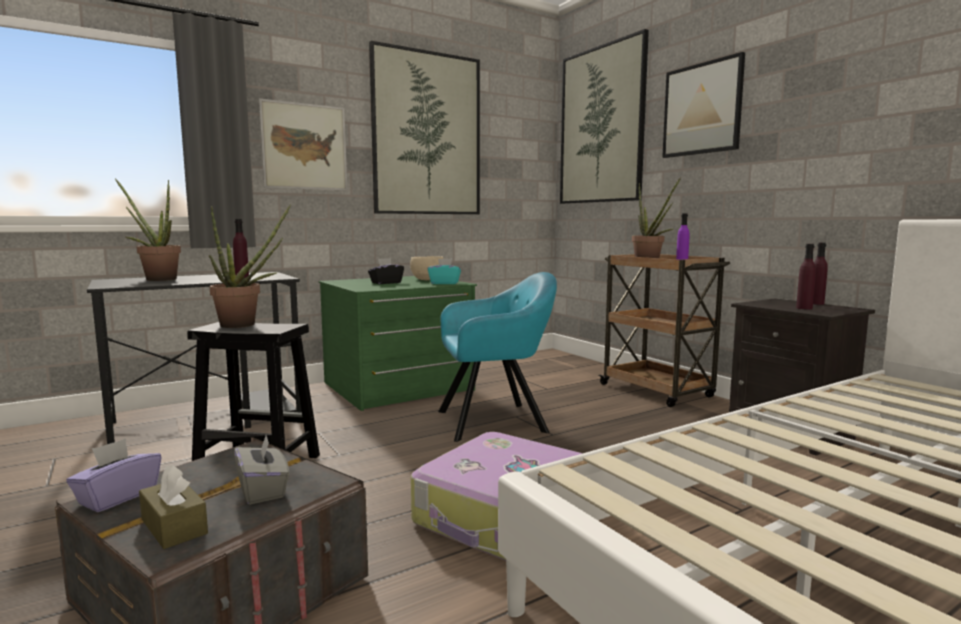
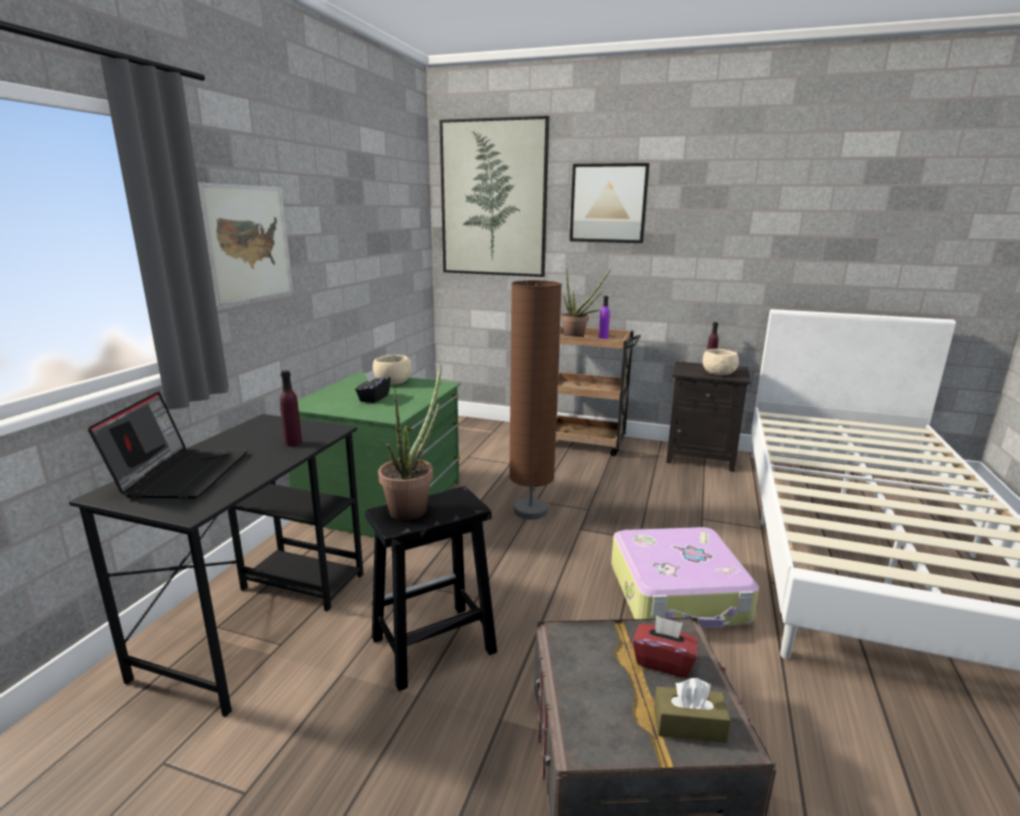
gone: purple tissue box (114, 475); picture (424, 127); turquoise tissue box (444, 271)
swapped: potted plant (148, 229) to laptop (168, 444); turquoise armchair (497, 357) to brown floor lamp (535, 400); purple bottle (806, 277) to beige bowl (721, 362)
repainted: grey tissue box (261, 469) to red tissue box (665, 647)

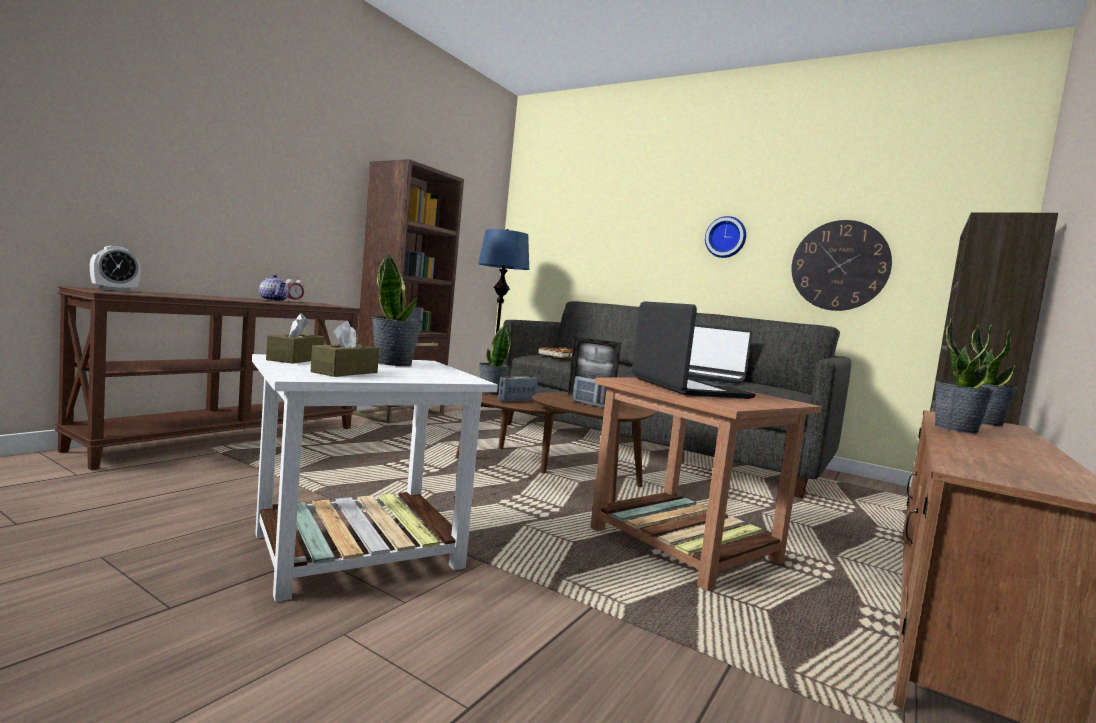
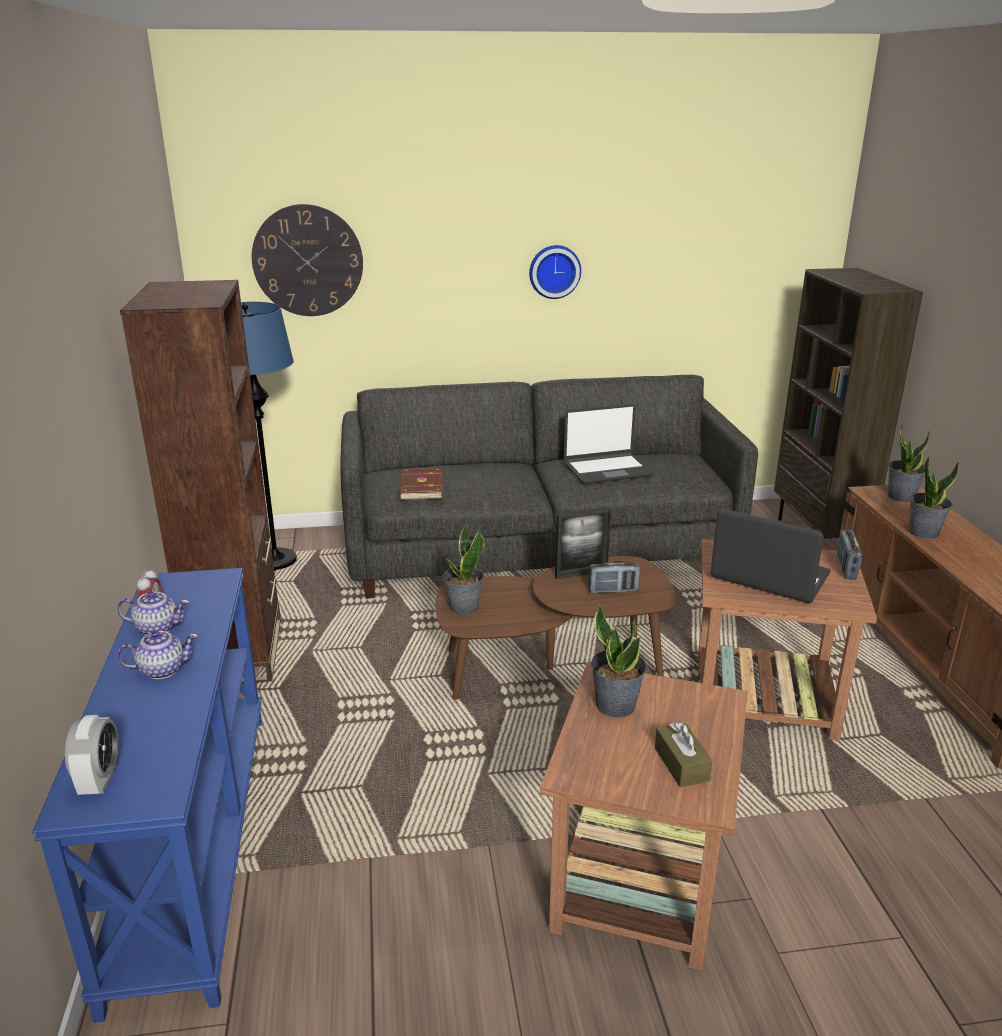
gone: brown tissue box (295, 338)
new: teapot (157, 655)
shifted: radio (518, 388) to (849, 555); wall clock (841, 265) to (307, 260)
repainted: brown console table (208, 378) to blue console table (147, 795); white side table (375, 478) to brown side table (644, 817)

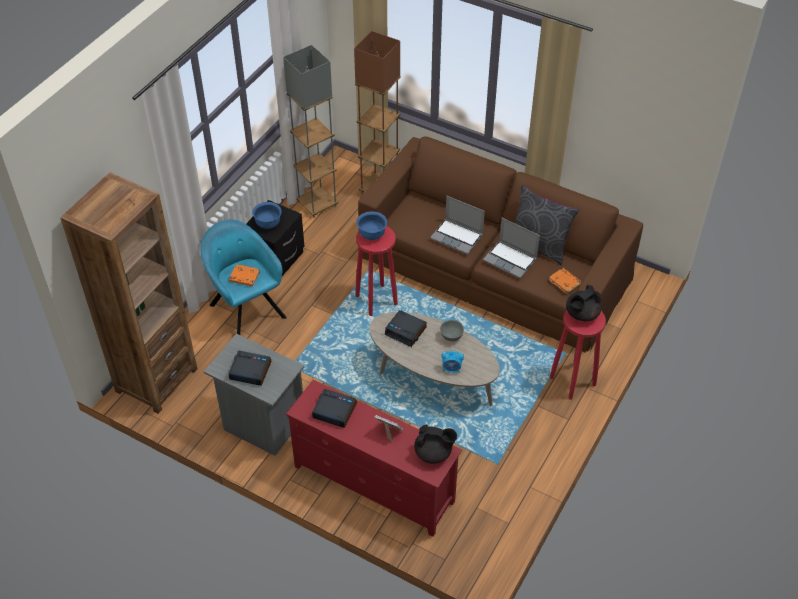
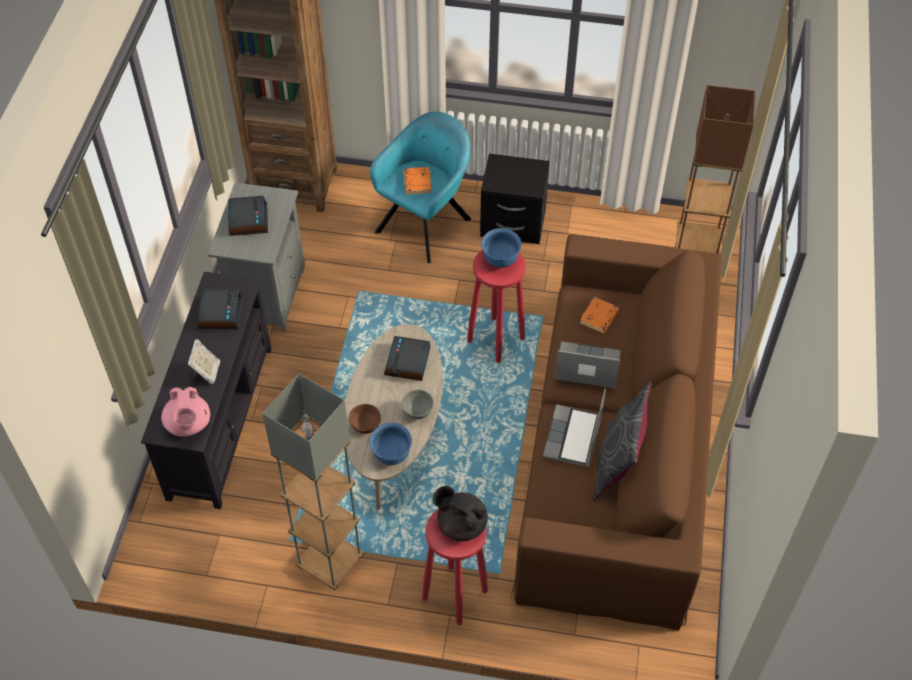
shifted: blue bowl (267, 215) to (391, 444); grey floor lamp (310, 131) to (313, 481); orange book (565, 281) to (599, 315)
swapped: alarm clock (452, 361) to brown bowl (365, 419)
repainted: red tv stand (374, 458) to black tv stand (206, 390); black teapot (435, 444) to pink teapot (185, 412)
rotated: laptop (457, 225) = (588, 364) 90 degrees clockwise

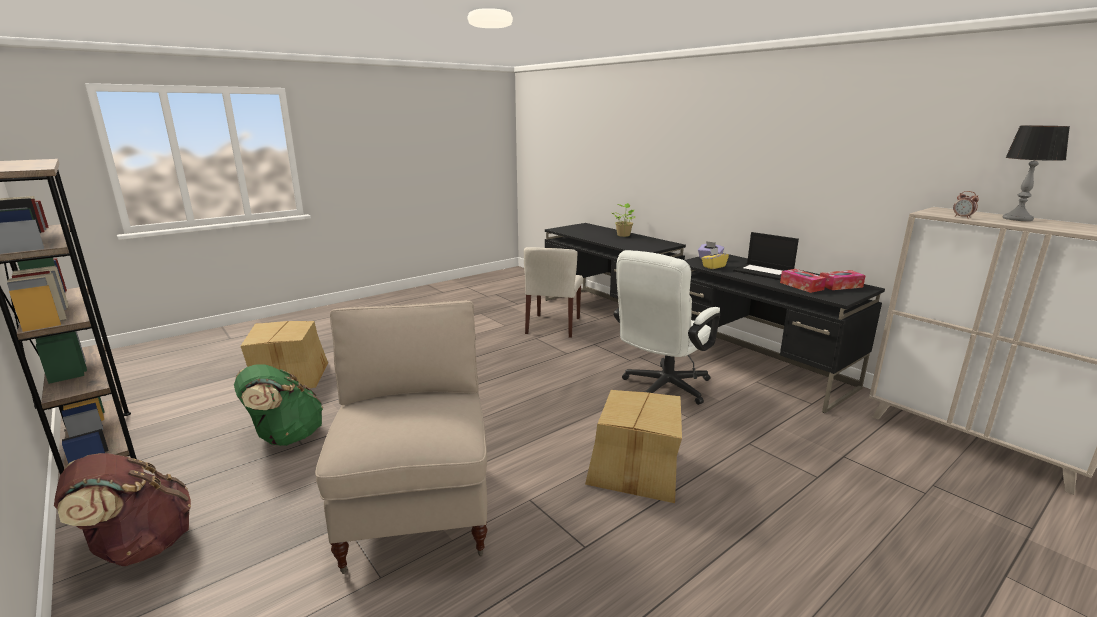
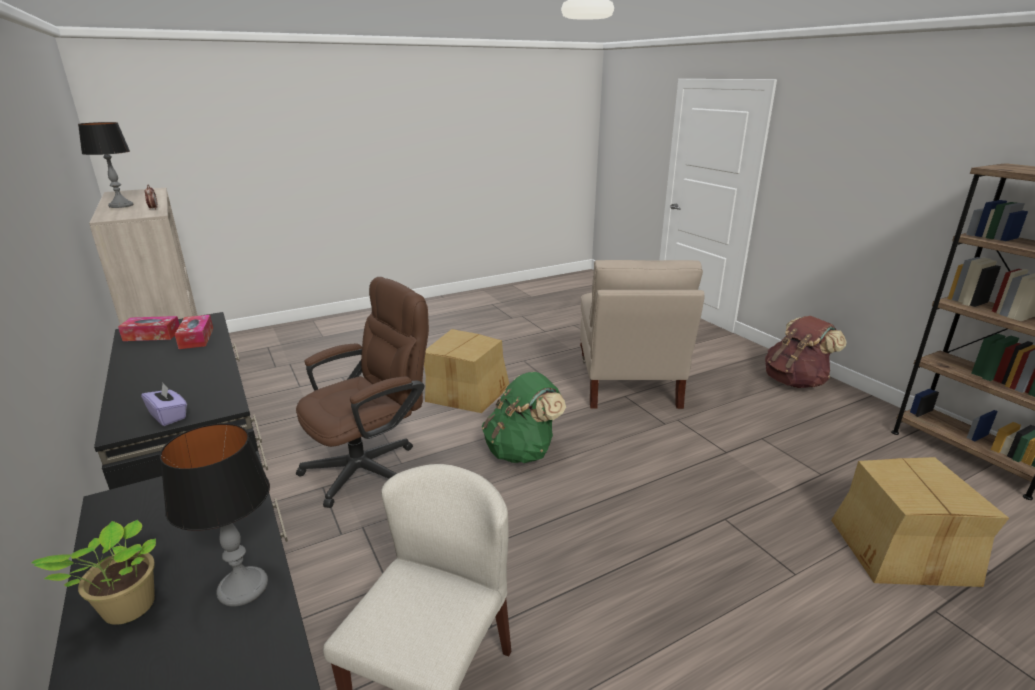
gone: yellow tissue box (715, 258); laptop (766, 256)
new: table lamp (215, 515)
shifted: green backpack (278, 405) to (524, 417)
repainted: white office chair (667, 327) to brown office chair (362, 392)

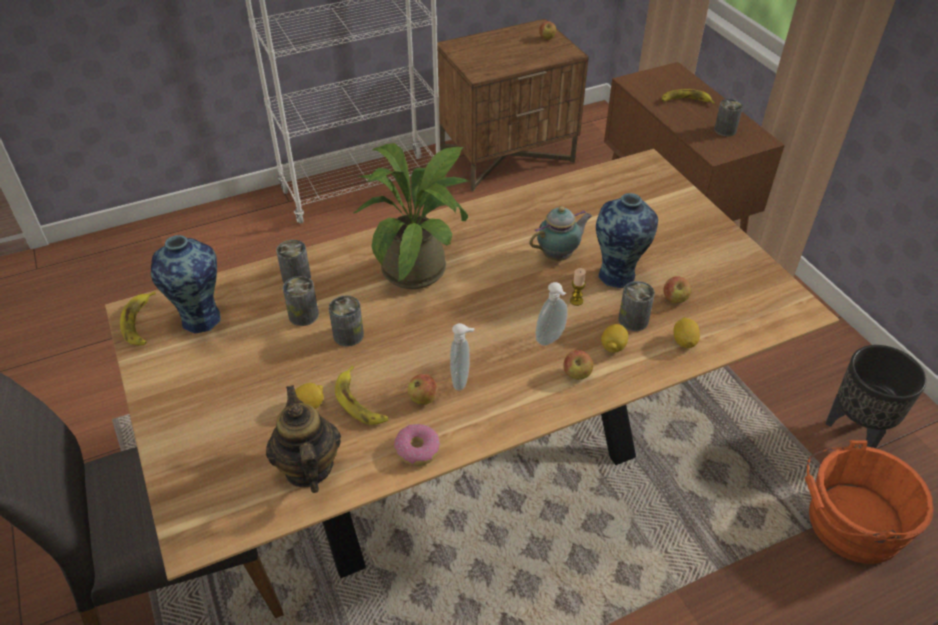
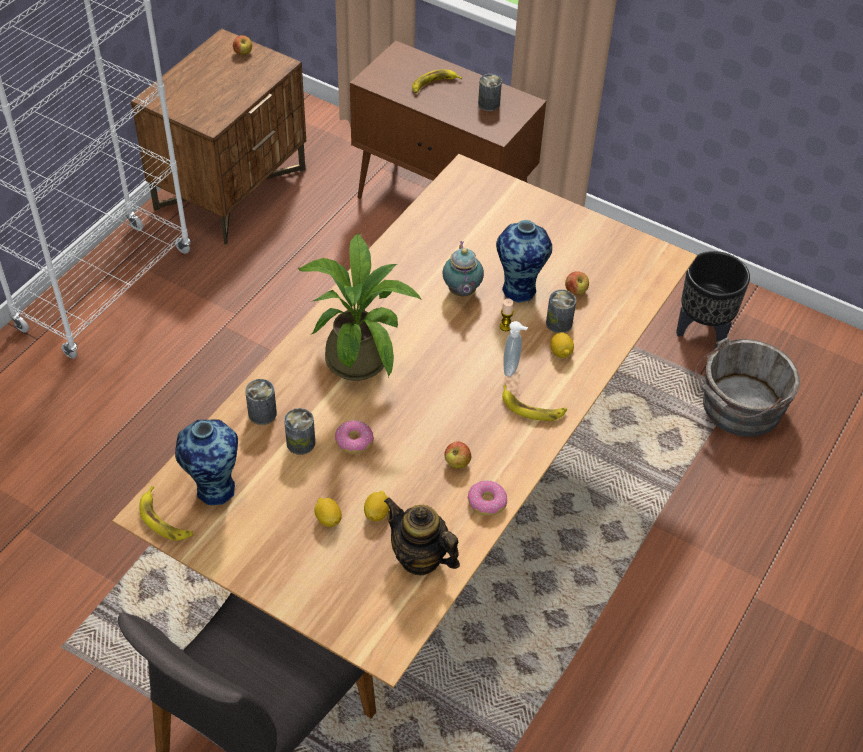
gone: soap dispenser (462, 356); apple (578, 365)
shifted: banana (361, 395) to (534, 403); lemon (686, 332) to (328, 512)
swapped: can (346, 321) to donut (354, 437)
repainted: orange bucket (869, 502) to grey bucket (747, 387)
rotated: teapot (560, 233) = (463, 268) 150 degrees clockwise

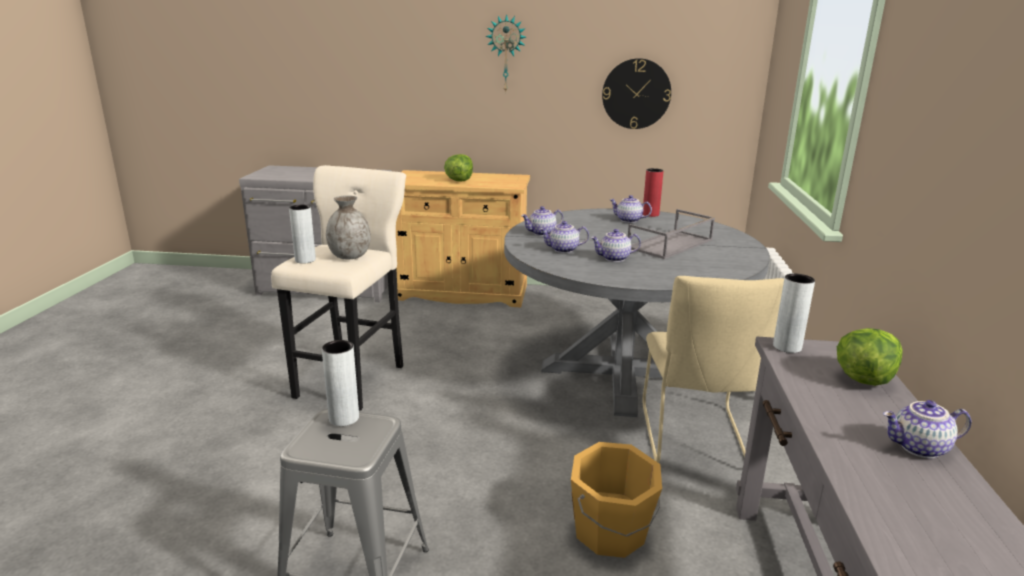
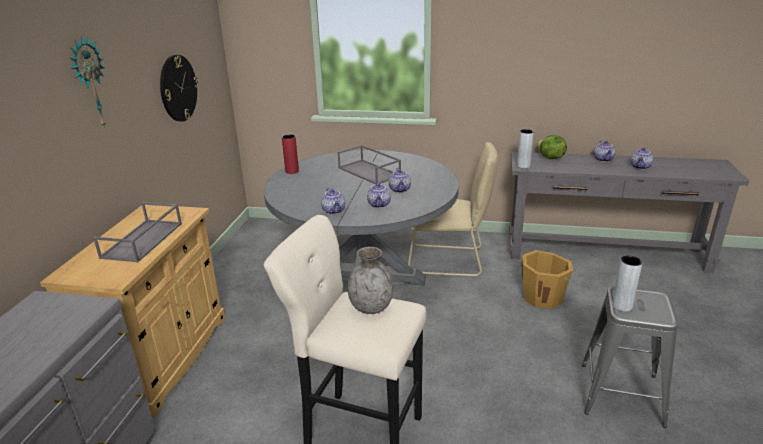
gone: grey vase (302, 234)
shifted: teapot (631, 209) to (641, 158)
swapped: lettuce (458, 168) to grey tray (137, 232)

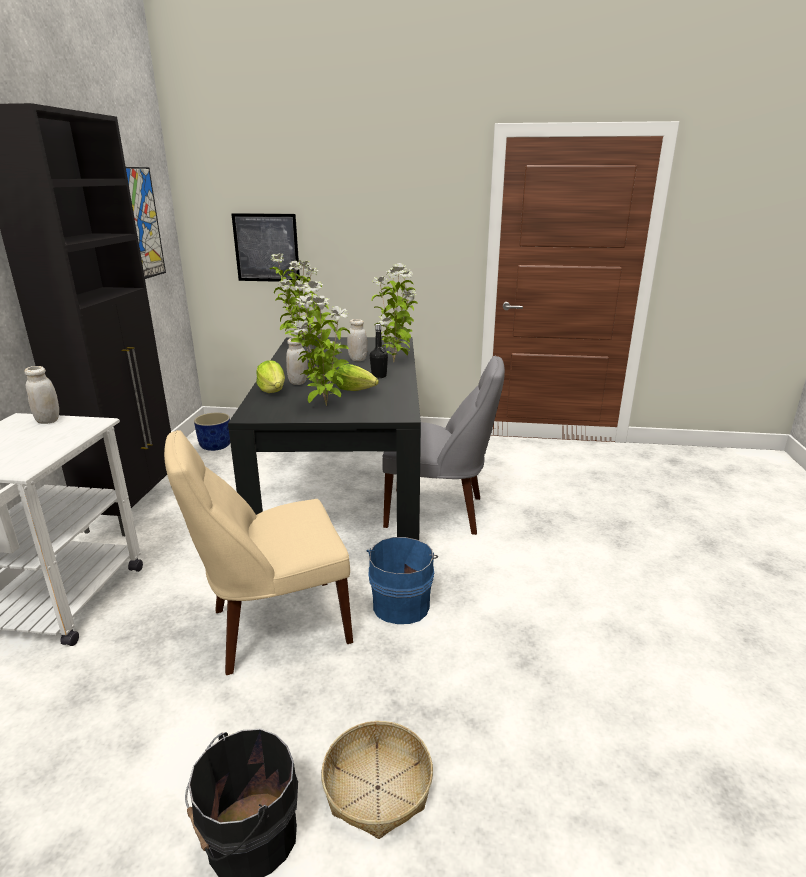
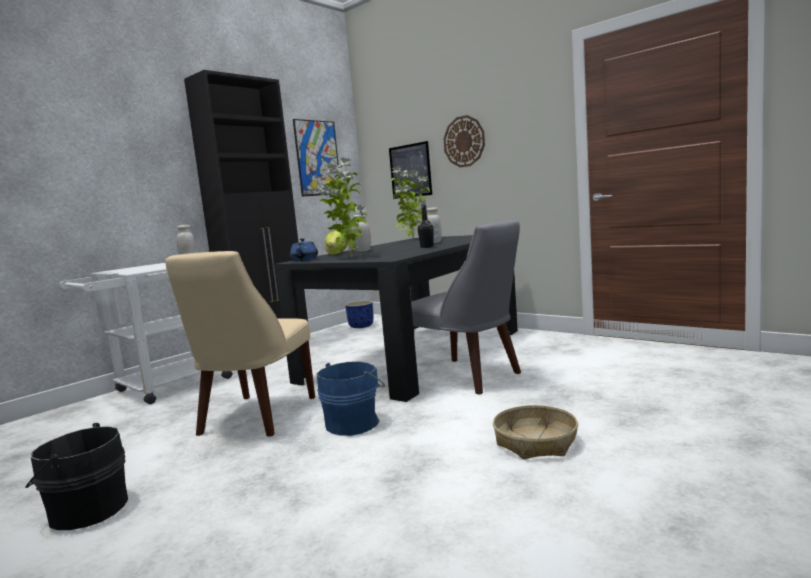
gone: lettuce (357, 377); potted plant (395, 312)
new: blue teapot (304, 249); wall clock (464, 141)
shifted: basket (377, 780) to (535, 432)
rotated: beige chair (258, 552) = (240, 344) 90 degrees counterclockwise

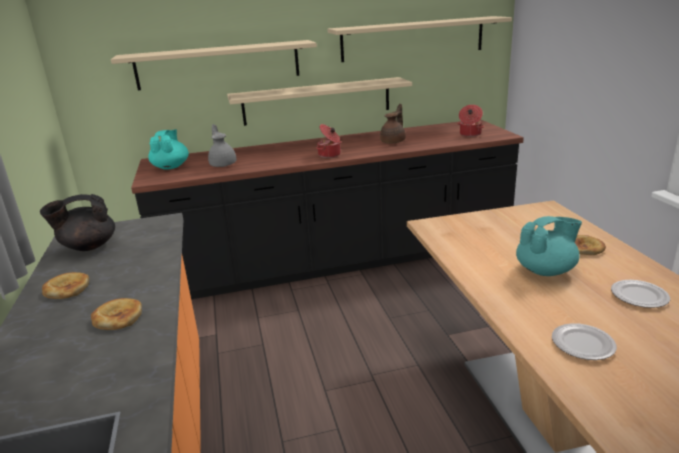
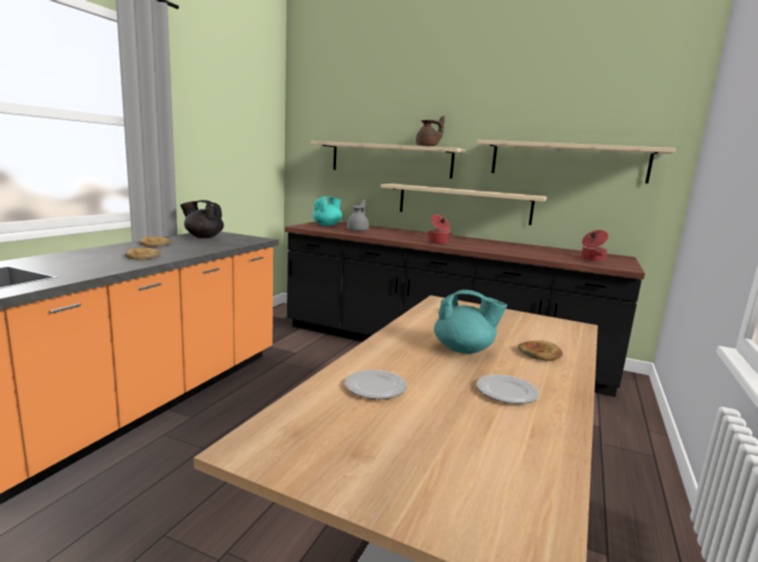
shifted: brown teapot (393, 124) to (430, 131)

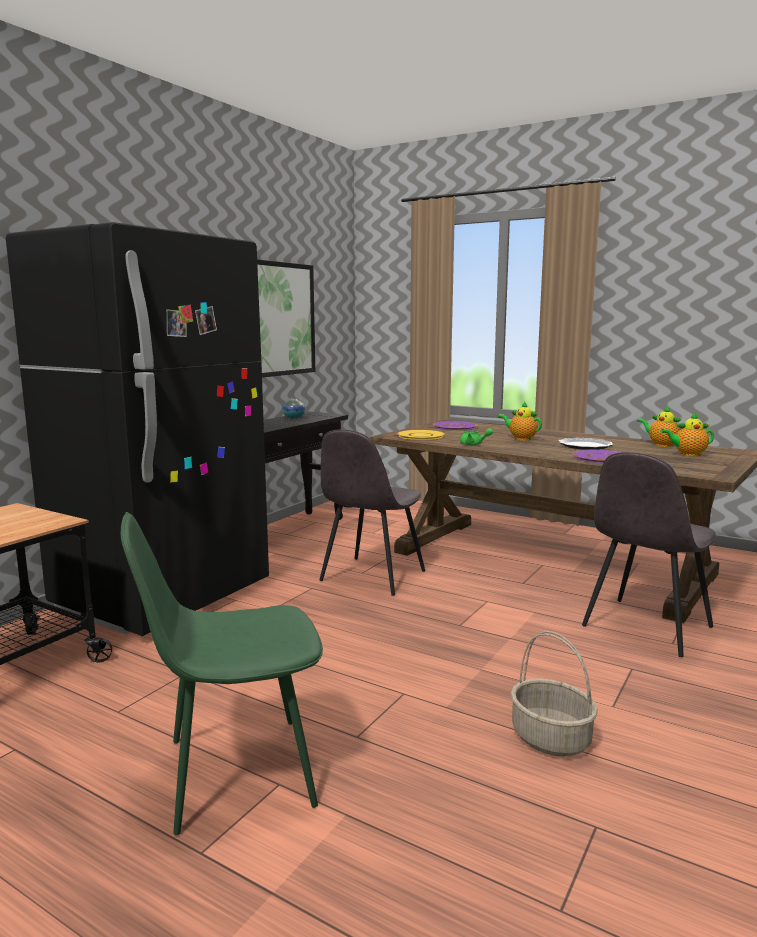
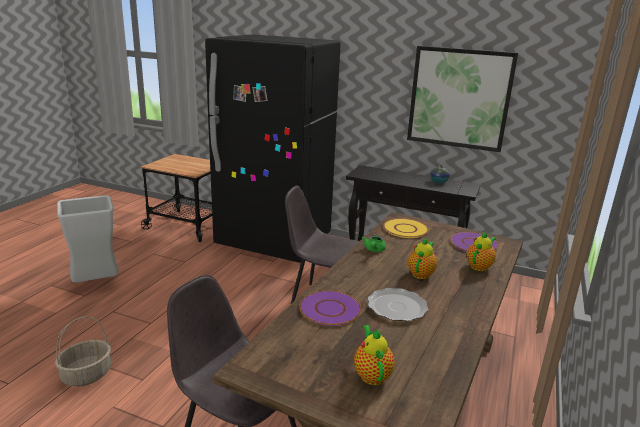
shifted: teapot (659, 426) to (481, 251)
swapped: green chair (222, 673) to grey trash can (88, 239)

